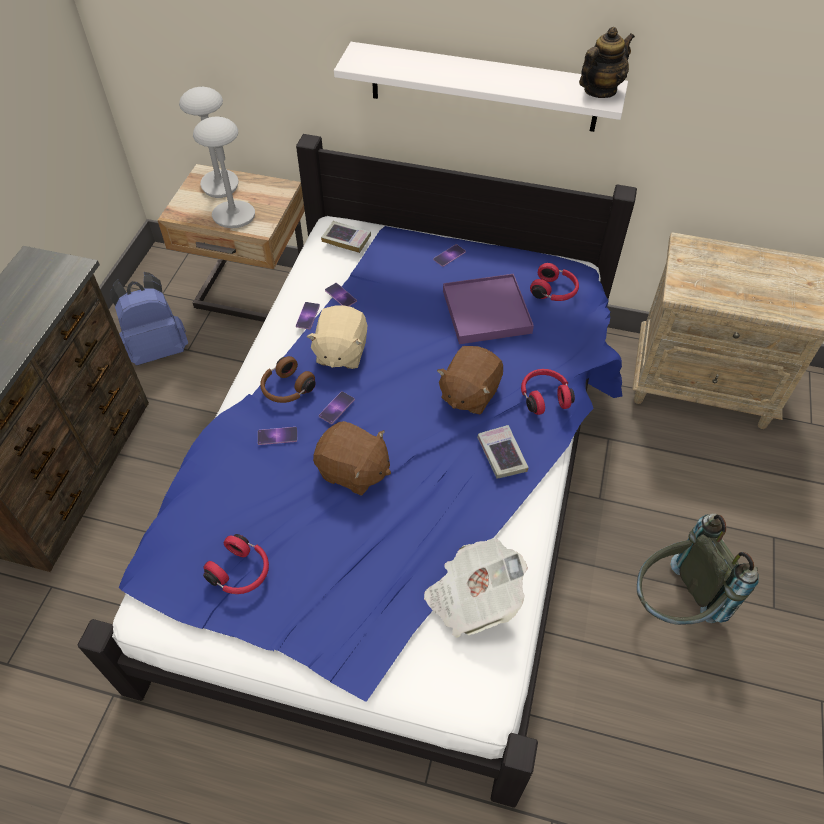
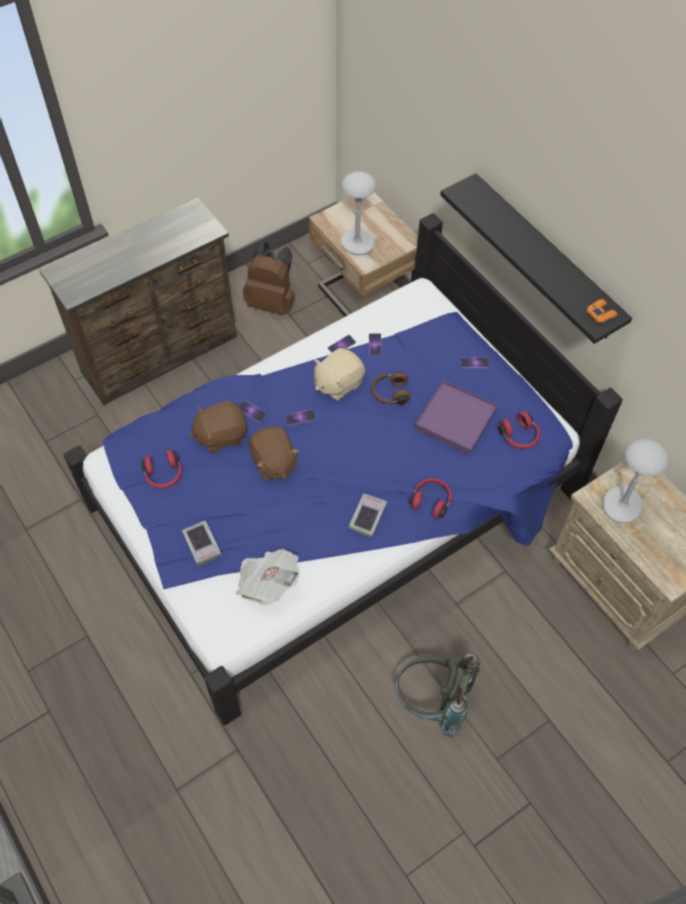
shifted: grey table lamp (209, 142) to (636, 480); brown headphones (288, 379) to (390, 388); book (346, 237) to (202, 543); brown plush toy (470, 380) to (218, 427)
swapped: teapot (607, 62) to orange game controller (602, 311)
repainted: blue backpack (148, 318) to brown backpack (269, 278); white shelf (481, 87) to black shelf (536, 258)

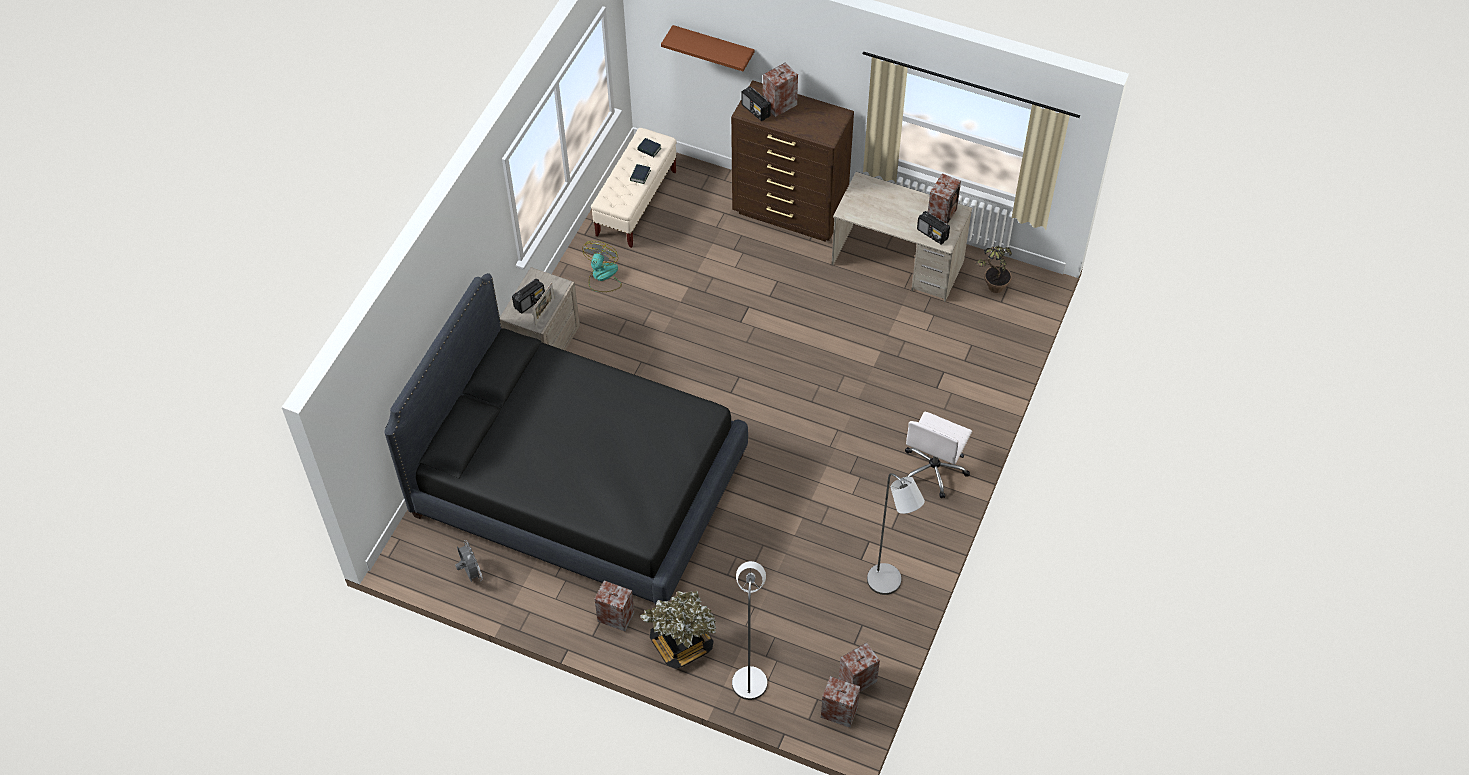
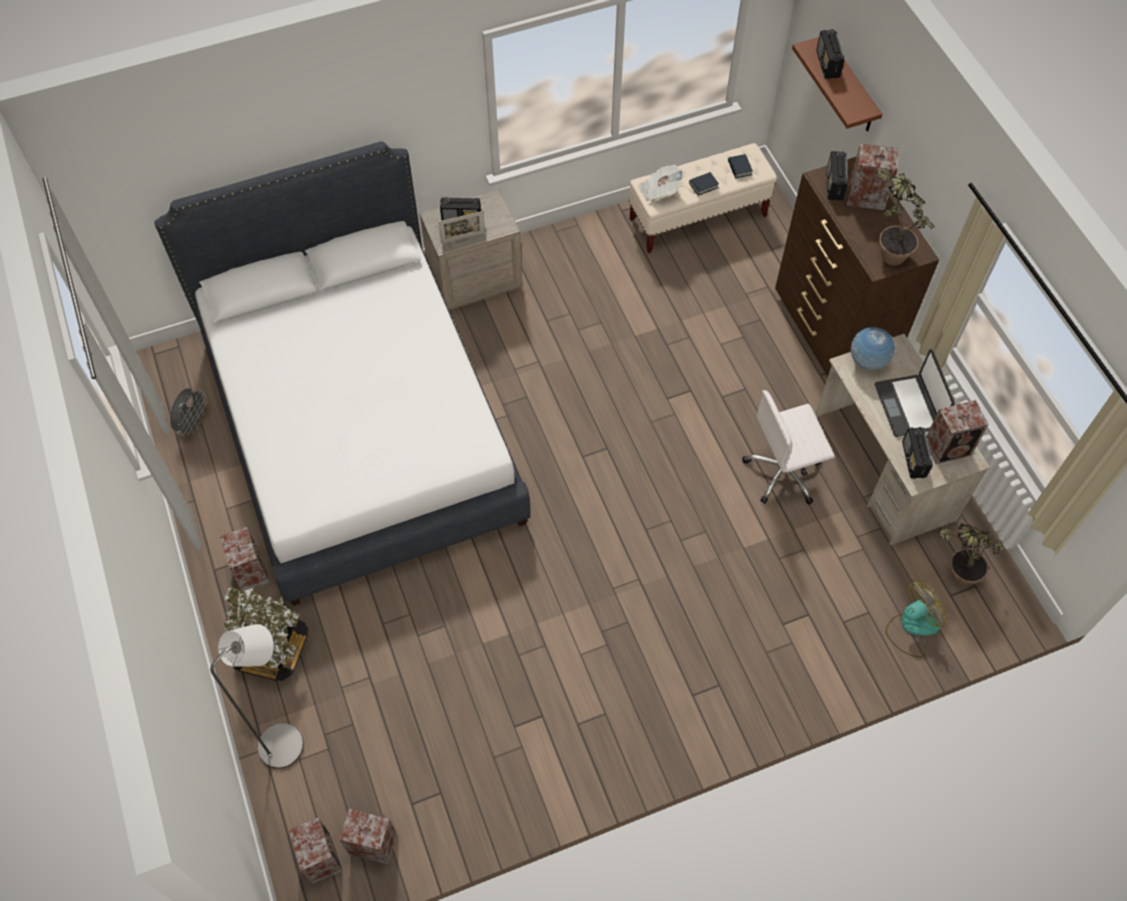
gone: grey floor lamp (896, 534)
new: newspaper (661, 183); radio (830, 54); globe (873, 348); laptop (915, 393); potted plant (906, 214)
shifted: fan (602, 266) to (916, 619); white office chair (938, 455) to (788, 447)
repainted: black bed (566, 438) to white bed (342, 373)

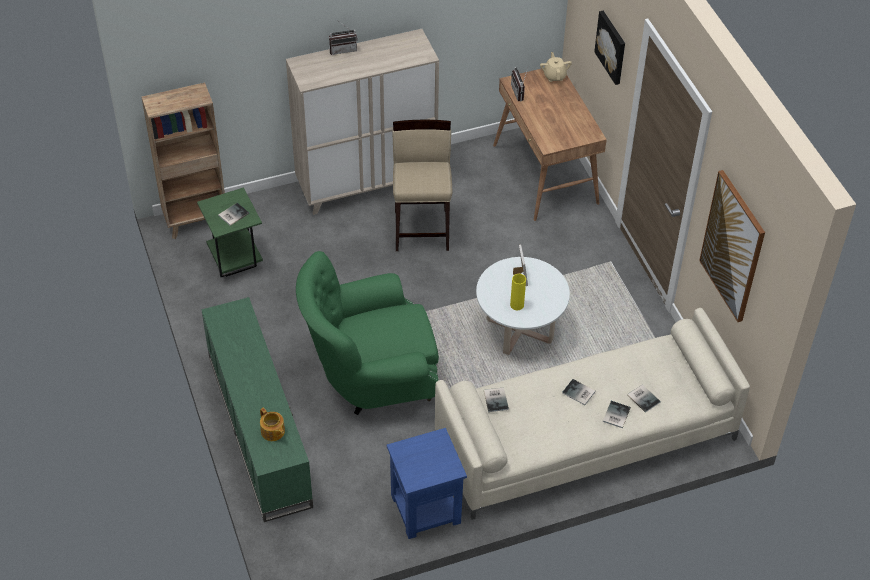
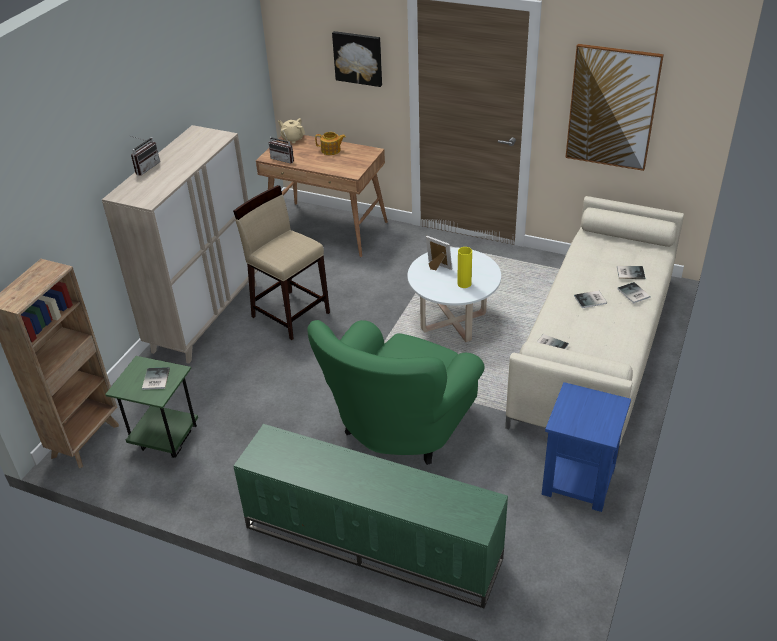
shifted: teapot (272, 424) to (330, 143)

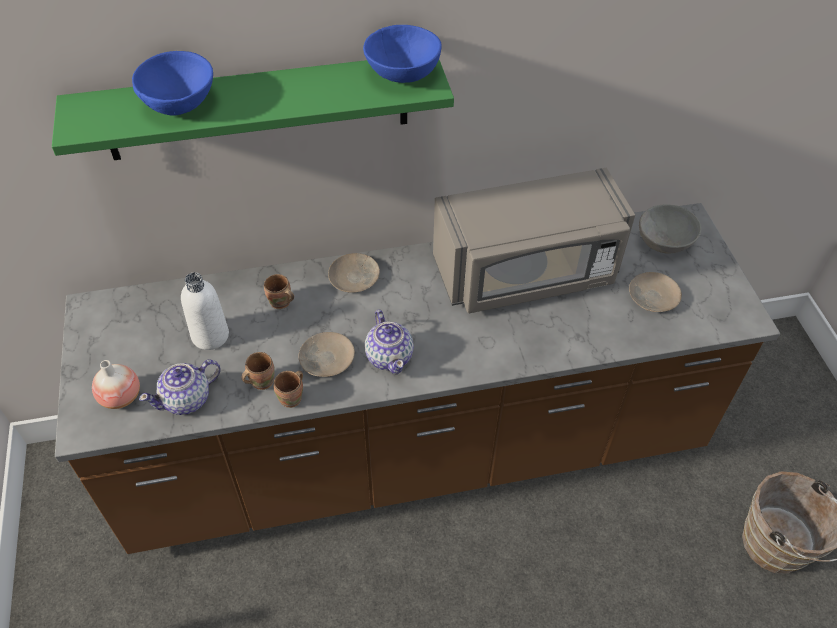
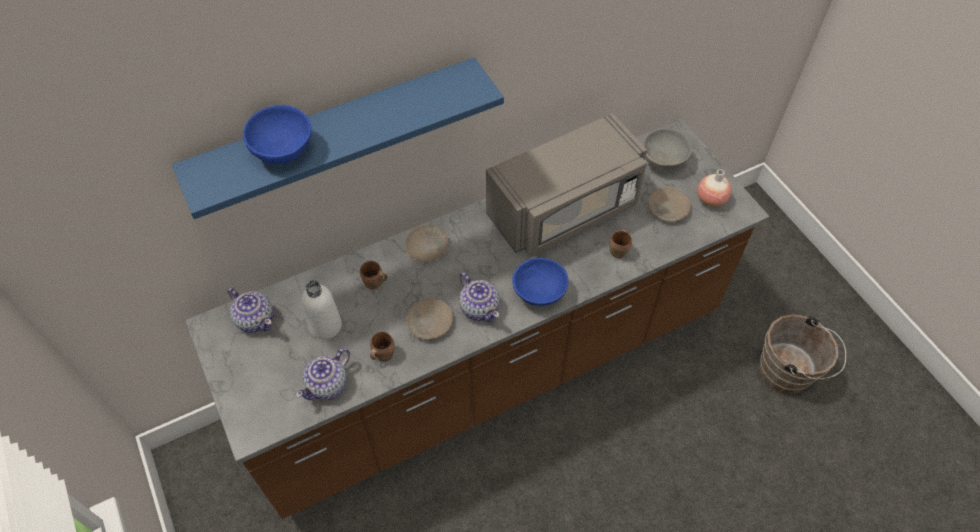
new: teapot (250, 310)
shifted: vase (116, 384) to (714, 187); brown mug (288, 389) to (620, 243); blue bowl (402, 54) to (540, 282)
repainted: green shelf (253, 110) to blue shelf (338, 138)

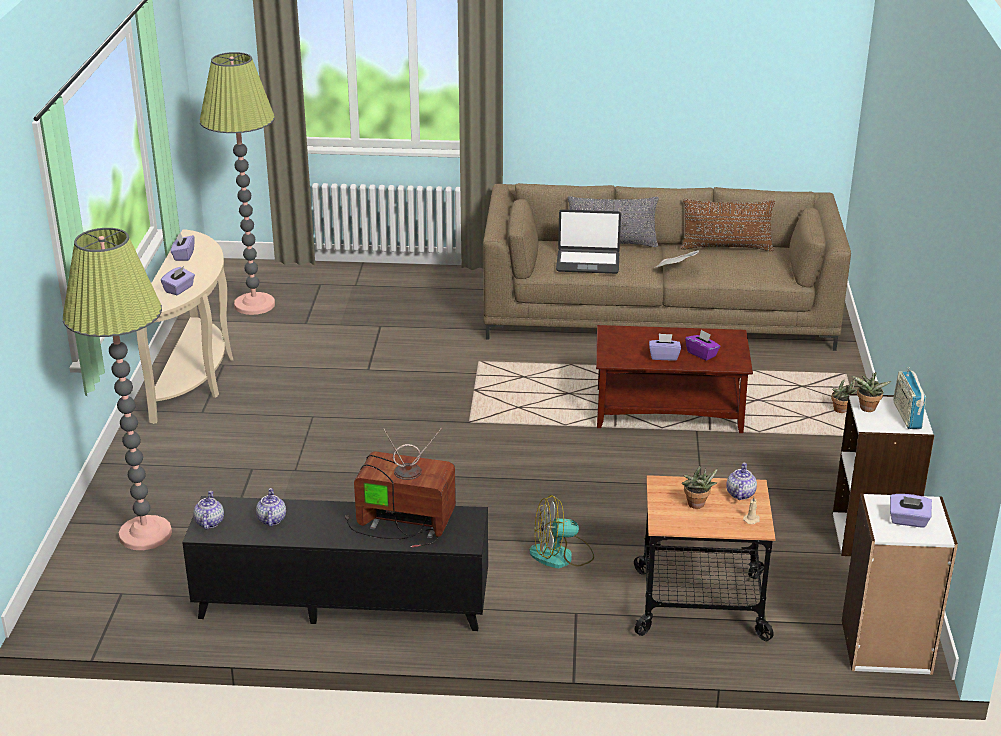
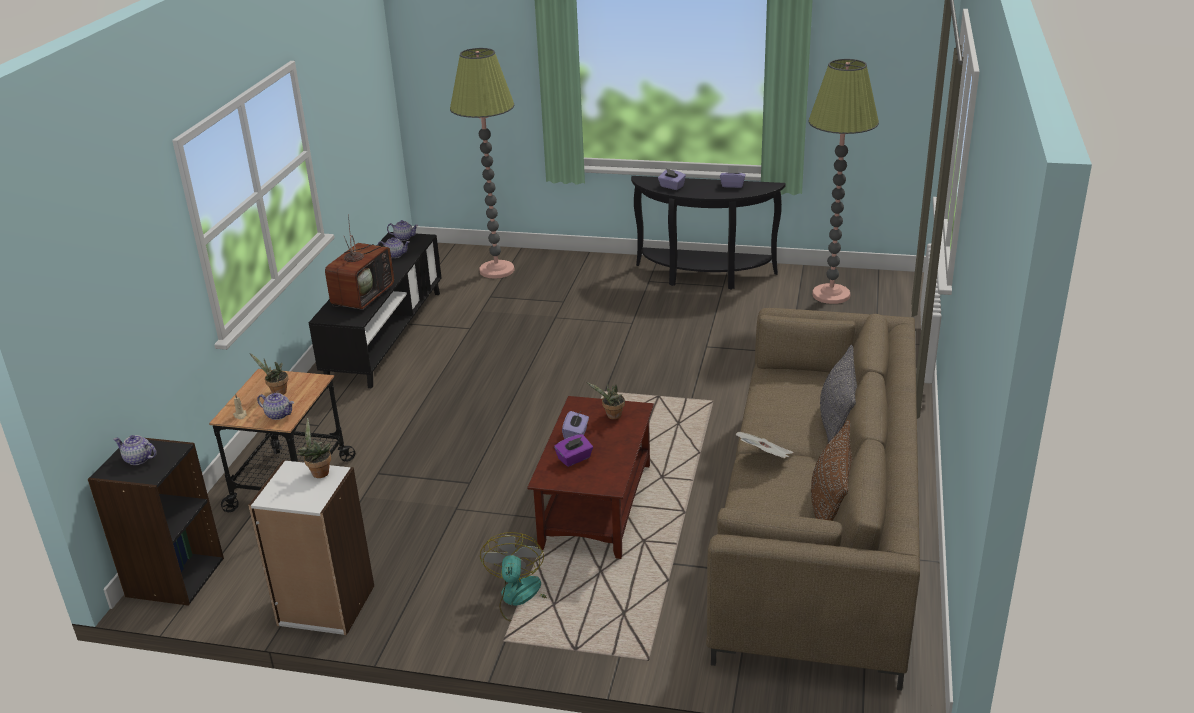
gone: laptop (588, 241); radio (909, 398)
shifted: fan (561, 531) to (513, 577); potted plant (844, 396) to (605, 400)
swapped: purple tissue box (911, 511) to teapot (135, 450)
repainted: beige console table (184, 326) to black console table (708, 233); white bookcase (900, 584) to black bookcase (156, 521)

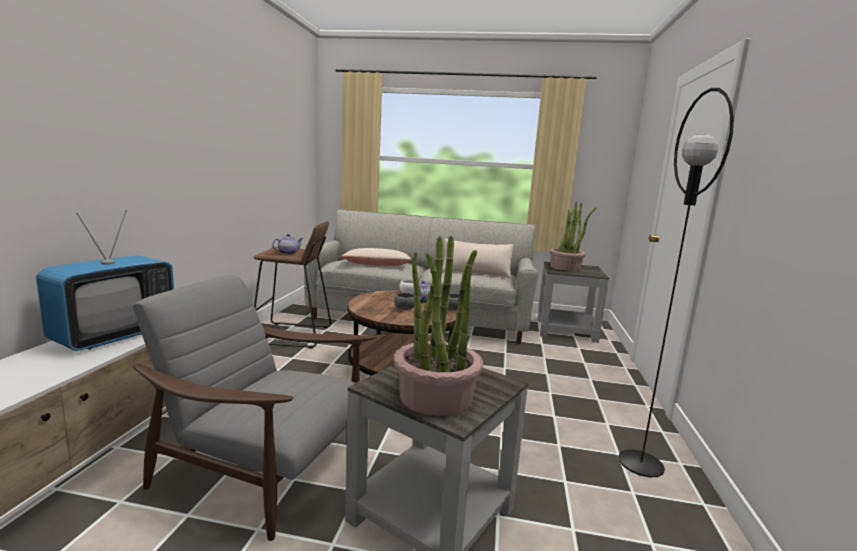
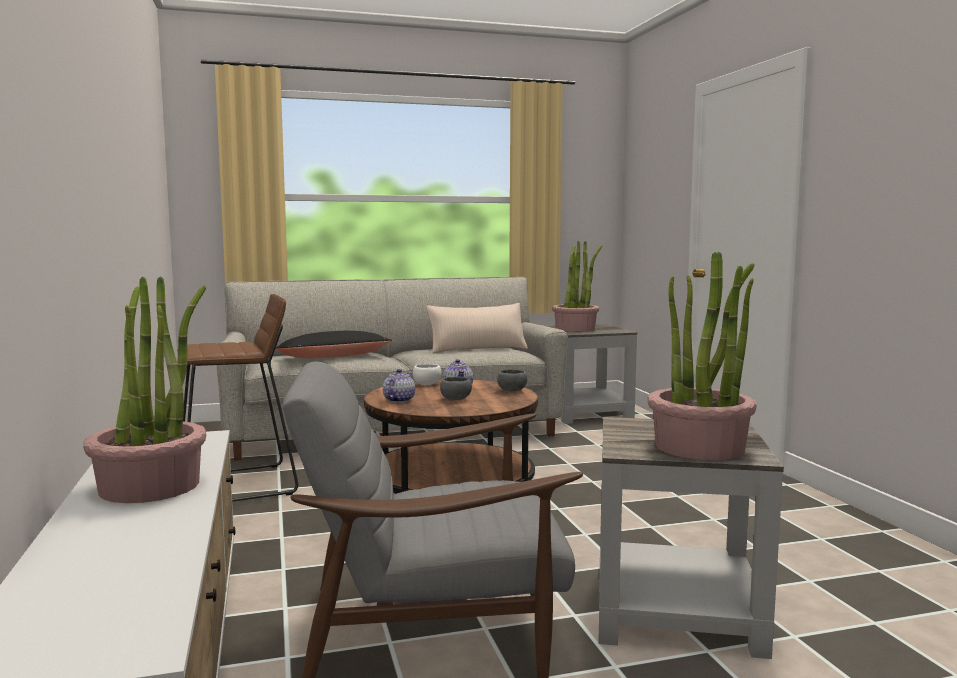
gone: black floor lamp (676, 282)
shifted: teapot (287, 244) to (399, 386)
swapped: television (105, 280) to potted plant (144, 389)
repainted: beige pillow (376, 257) to black pillow (333, 344)

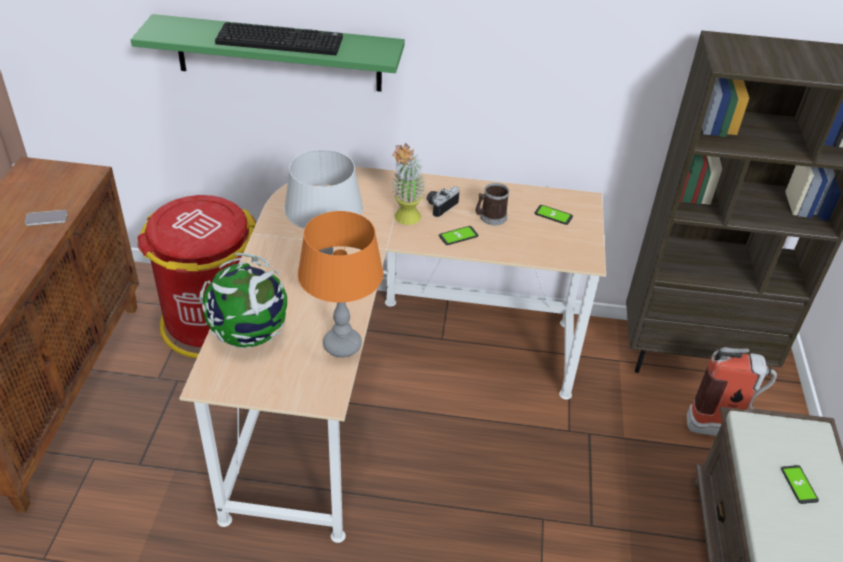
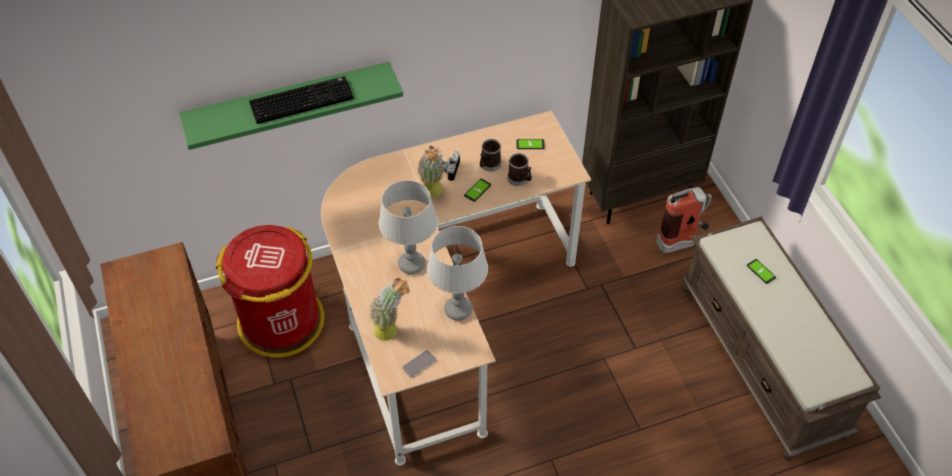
new: mug (519, 169)
shifted: phone (46, 218) to (419, 364)
swapped: globe (243, 300) to potted plant (389, 309)
repainted: orange table lamp (340, 284) to grey table lamp (457, 273)

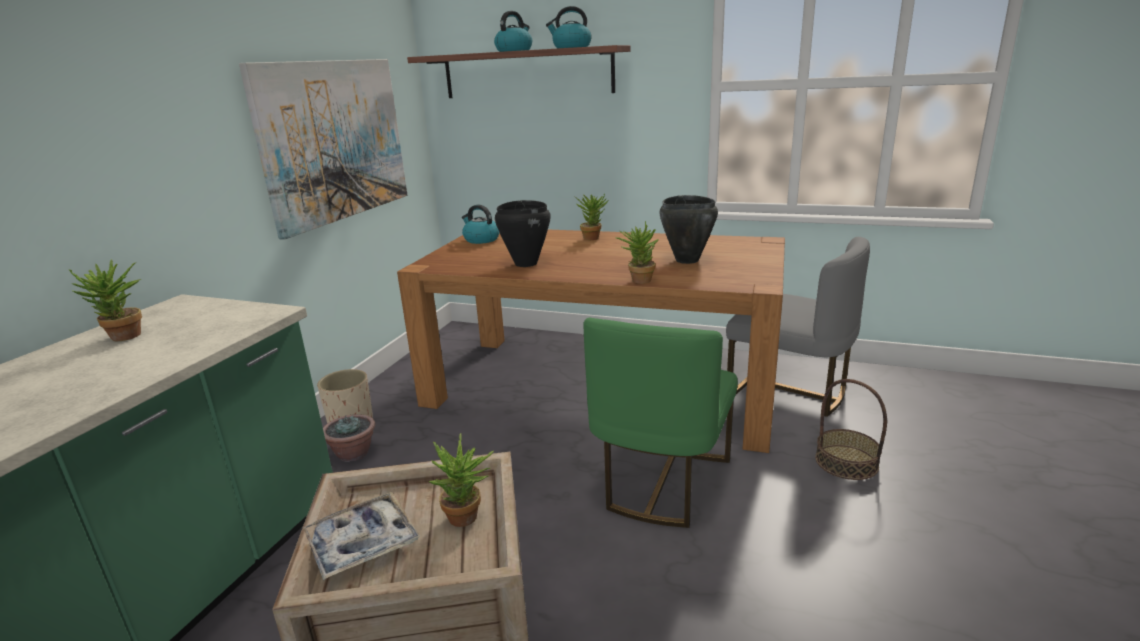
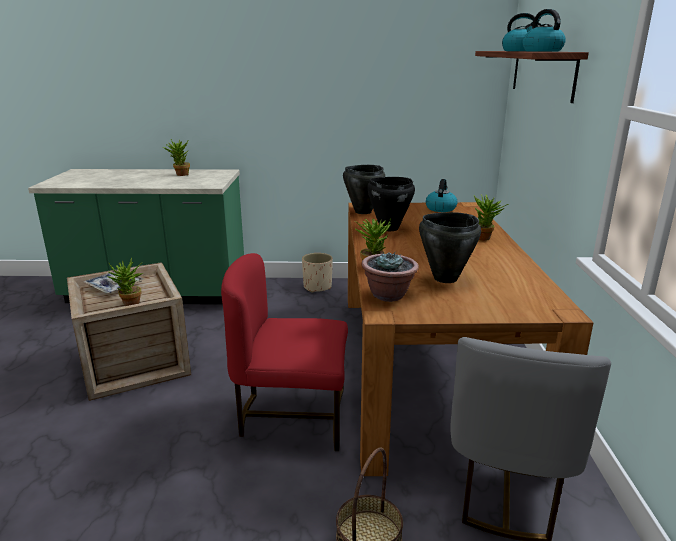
gone: picture (323, 149)
new: black cooking pot (364, 189)
shifted: potted plant (349, 438) to (390, 277)
repainted: green chair (660, 423) to red chair (284, 352)

